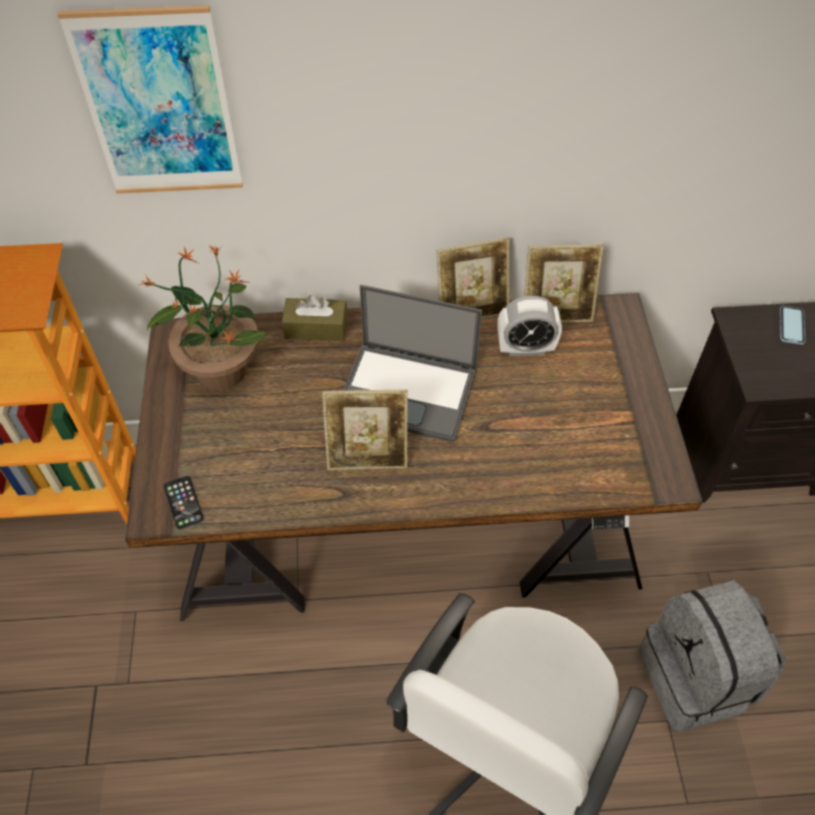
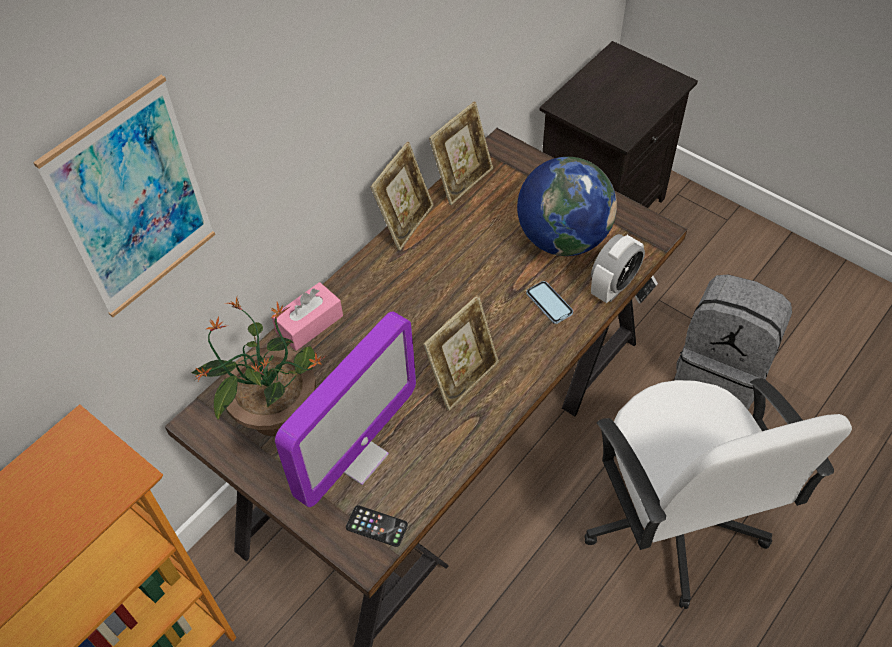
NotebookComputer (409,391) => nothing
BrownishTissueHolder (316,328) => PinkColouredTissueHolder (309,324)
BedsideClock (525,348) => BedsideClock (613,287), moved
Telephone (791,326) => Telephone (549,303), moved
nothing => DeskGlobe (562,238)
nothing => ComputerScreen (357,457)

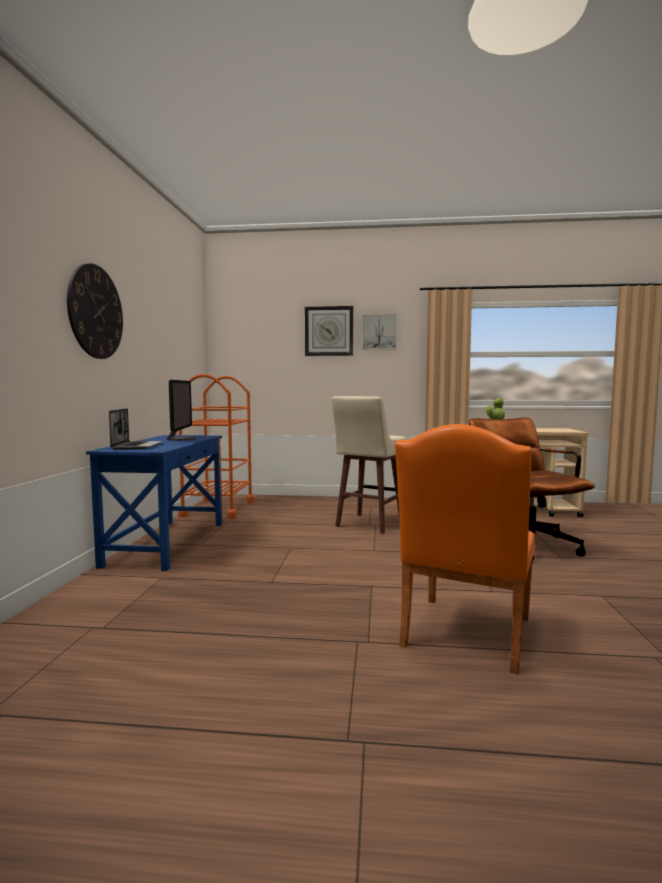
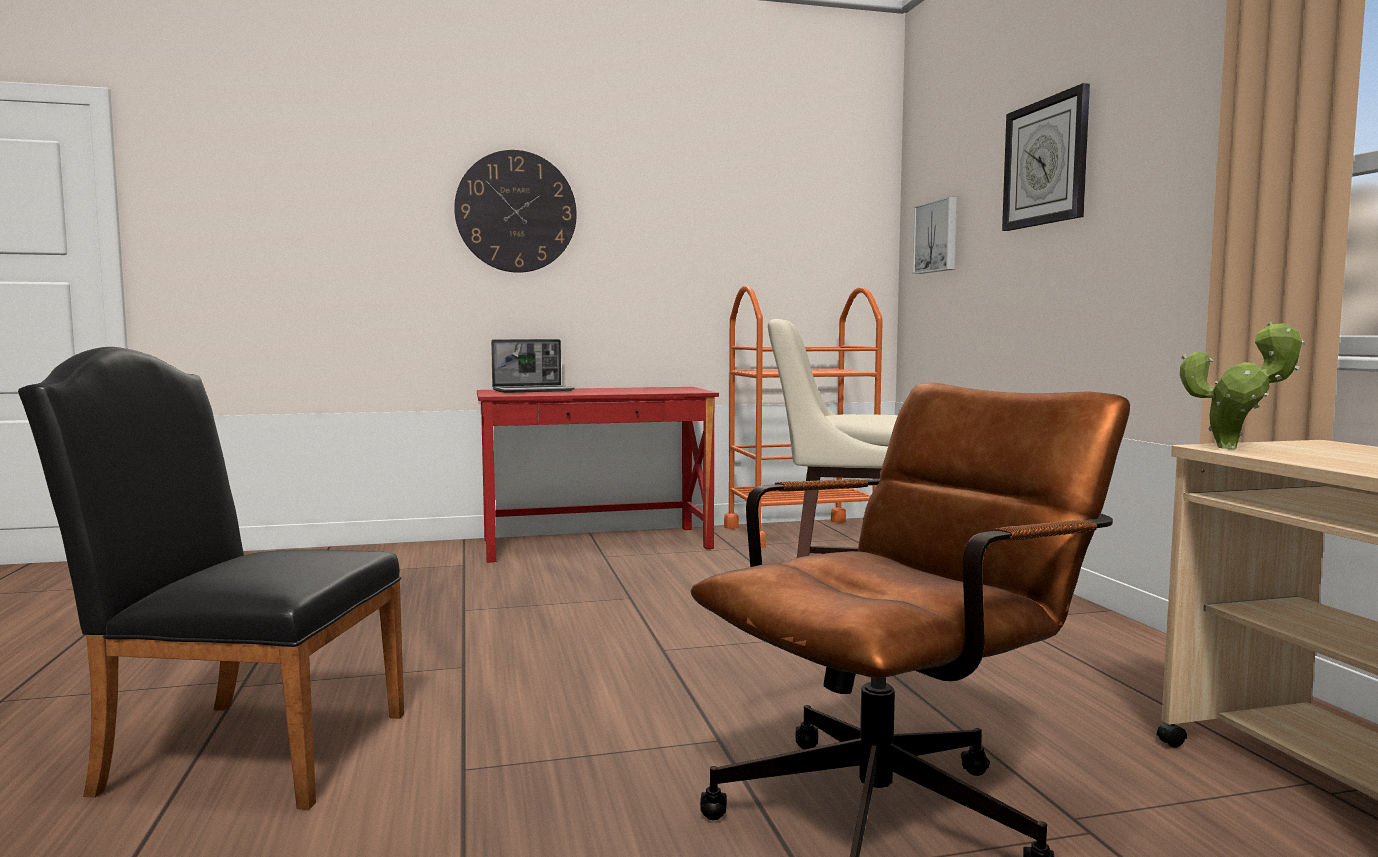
WallArt (379,332) => WallArt (937,237), moved
ComputerScreen (181,439) => nothing
OrangeyUprightChair (464,636) => BlackColouredUprightChair (240,749)
BluishDeskTable (167,543) => RedColouredDeskTable (596,544)

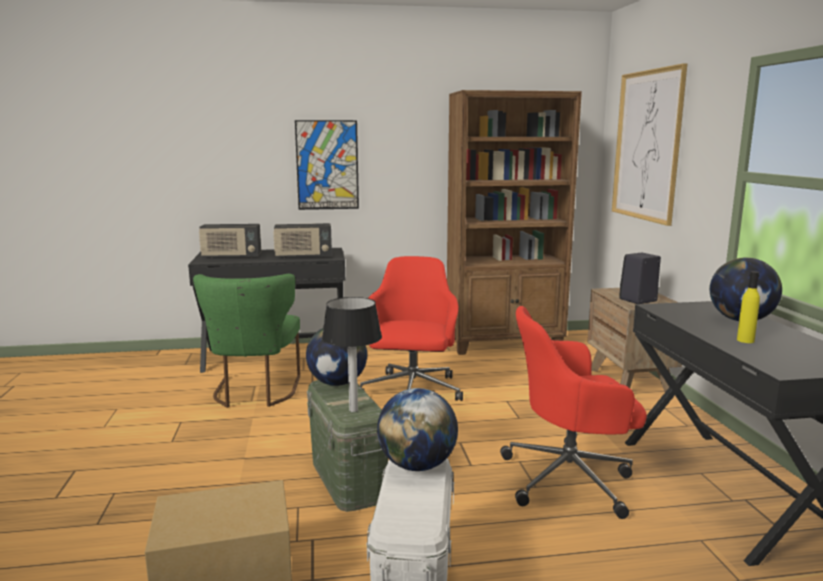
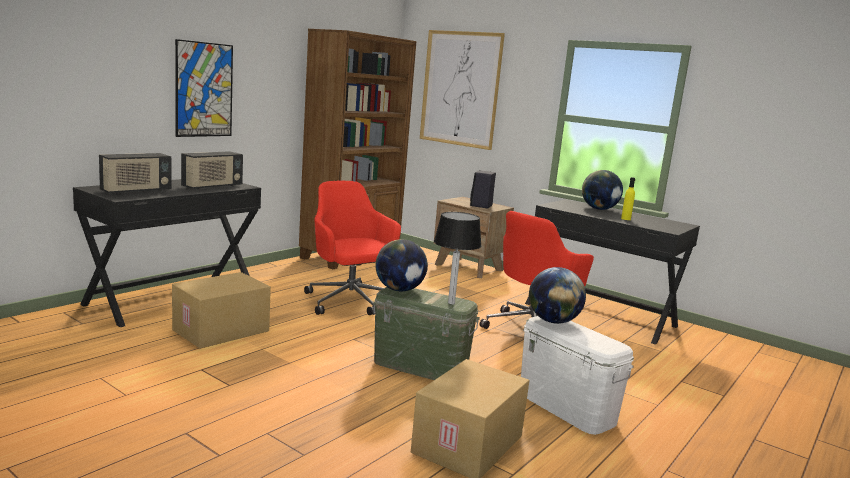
GreenishUprightChair (255,393) => PackingBox (221,331)

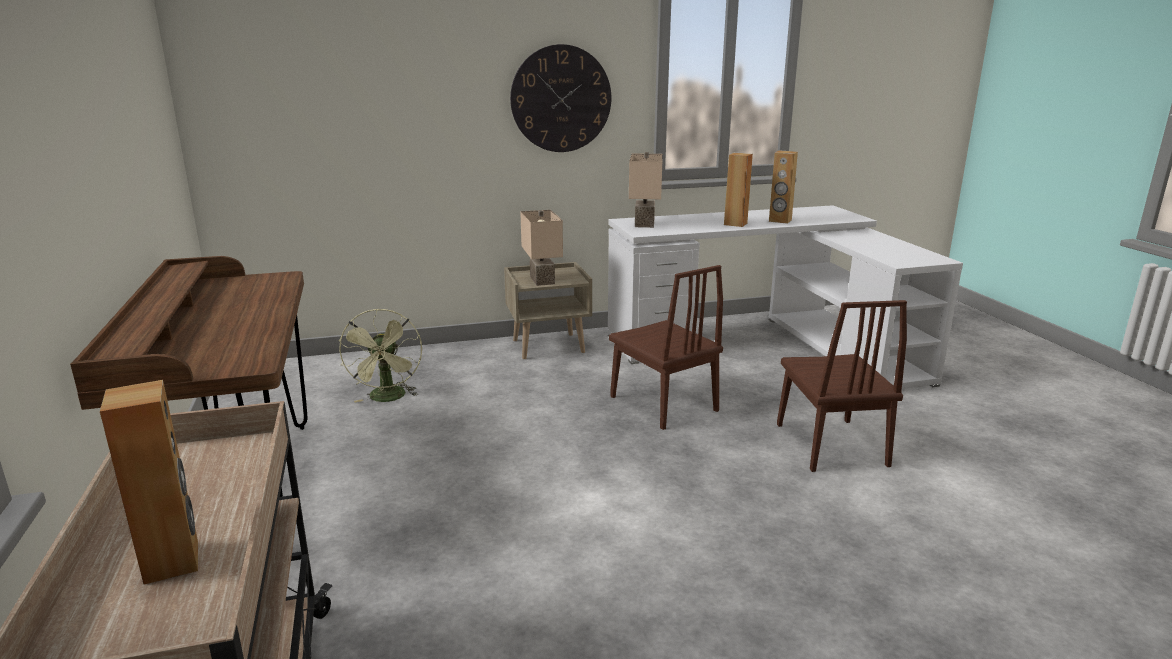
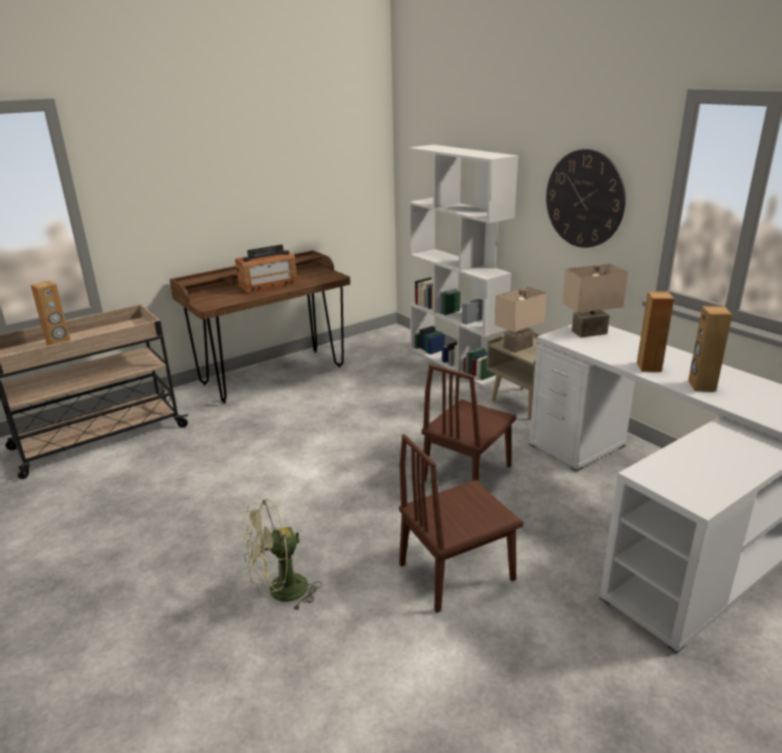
GreenishCoolingFan (388,398) => GreenishCoolingFan (280,592), moved
nothing => WhiteColouredShelvingUnit (456,363)
nothing => RadioReceiver (268,285)

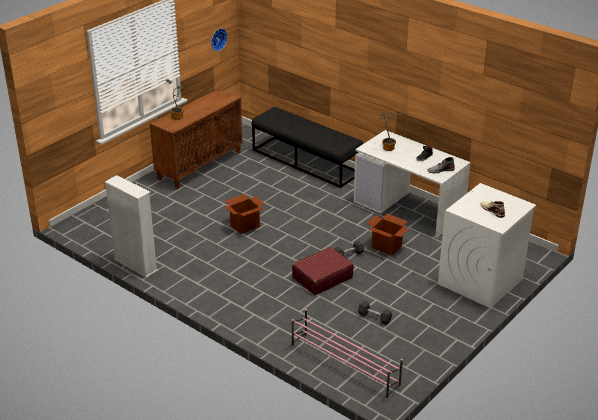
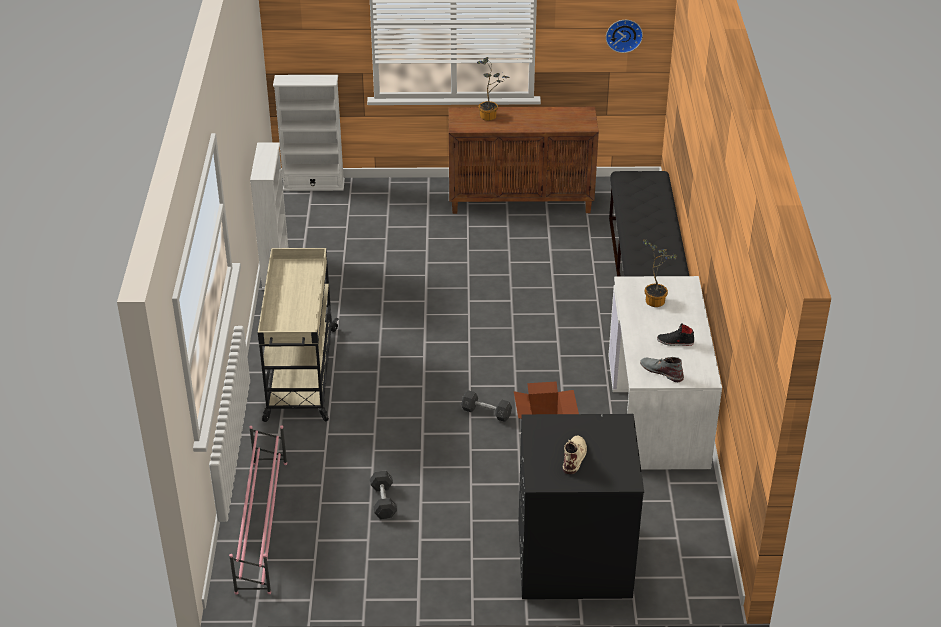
WhiteColouredLaundryMachine (480,281) => BlackColouredLaundryMachine (573,559)
PackingBox (245,226) => nothing
RedColouredSuitcase (322,277) => nothing
nothing => WhiteColouredShelvingUnit (313,185)
nothing => BeigeCart (301,375)

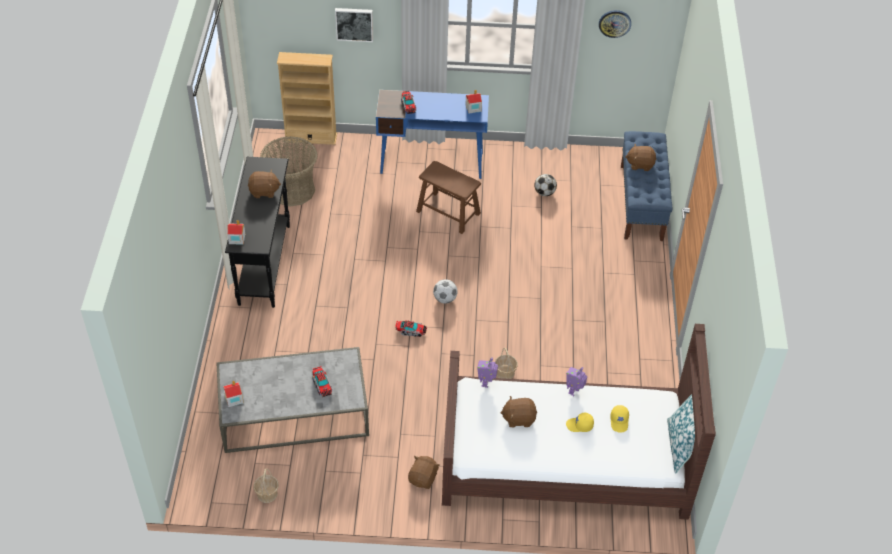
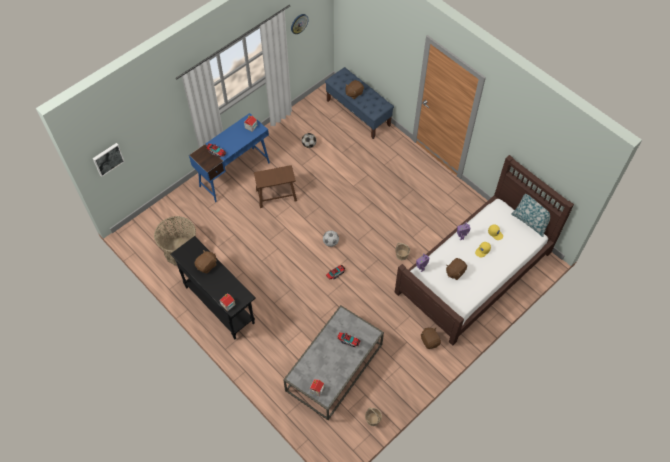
WallArt (354,24) => WallArt (108,159), moved
BeigeShelvingUnit (311,137) => nothing

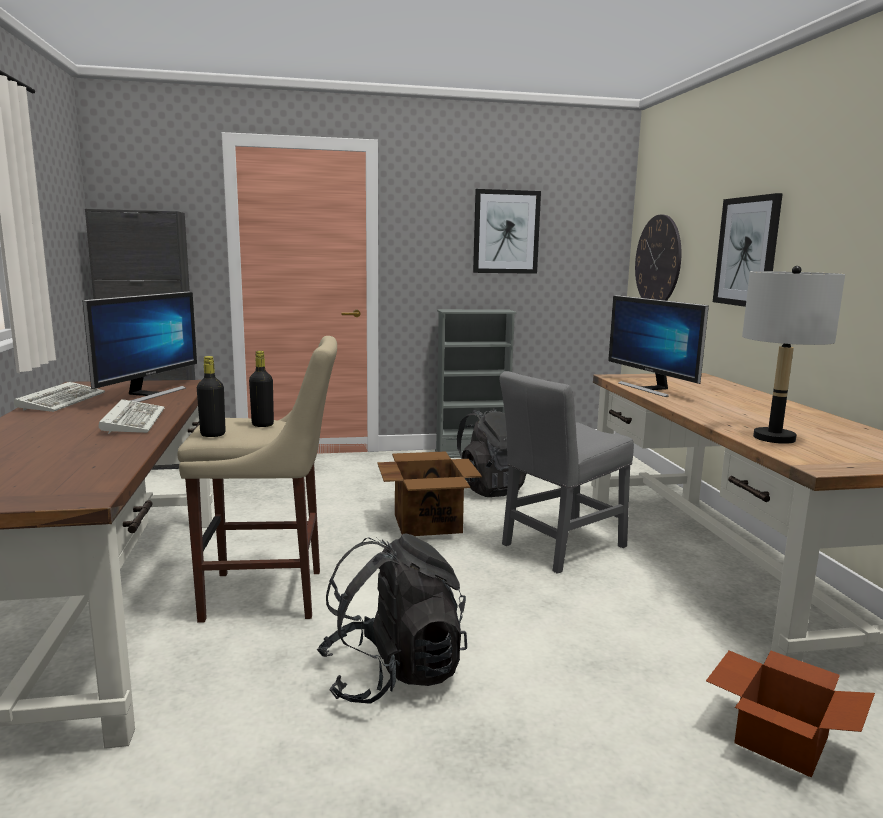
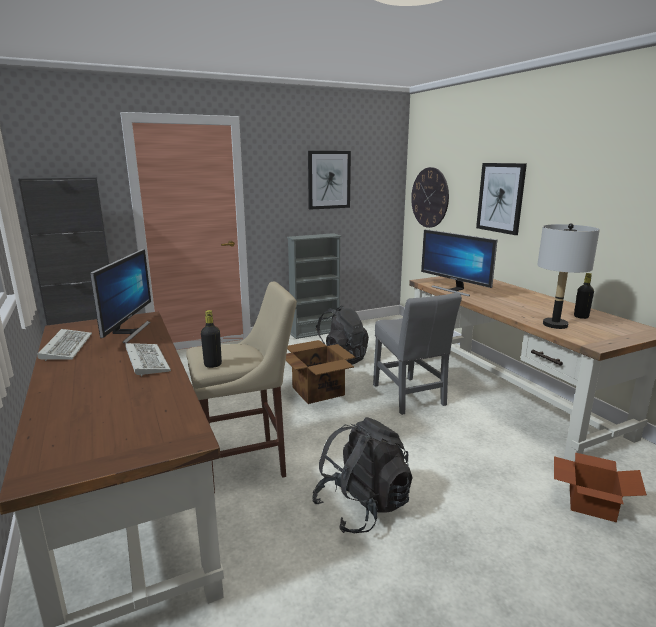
BlackColouredBeverageBottle (262,425) => BlackColouredBeverageBottle (581,317), moved
GreyishUprightChair (560,547) => GreyishUprightChair (409,397), 60 degrees counterclockwise

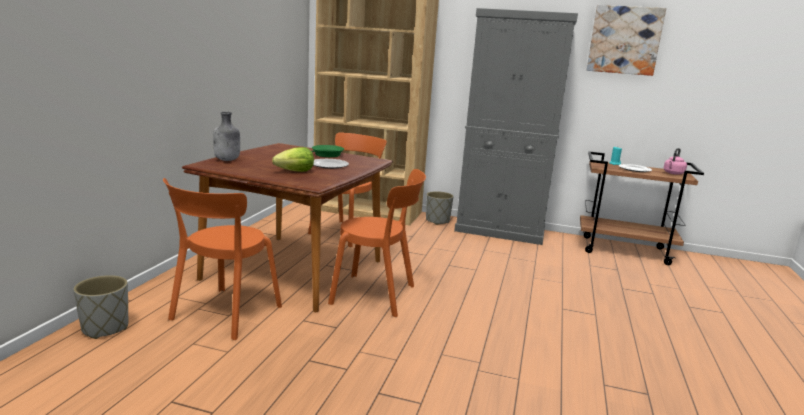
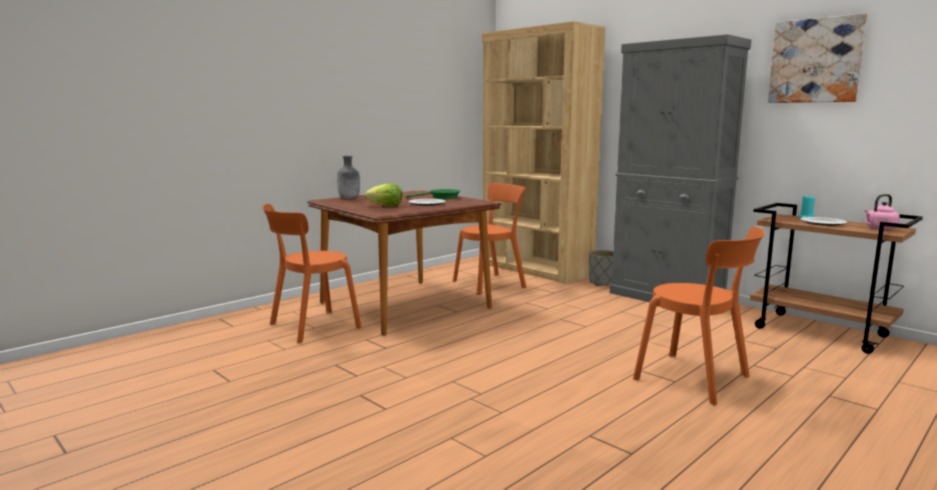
OrangeyUprightChair (377,295) => OrangeyUprightChair (697,379), moved
GreyishFlowerPot (105,328) => nothing

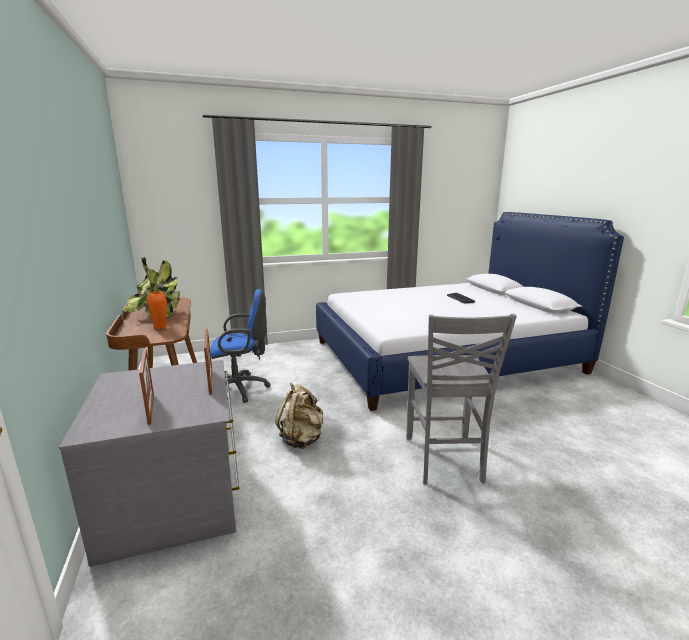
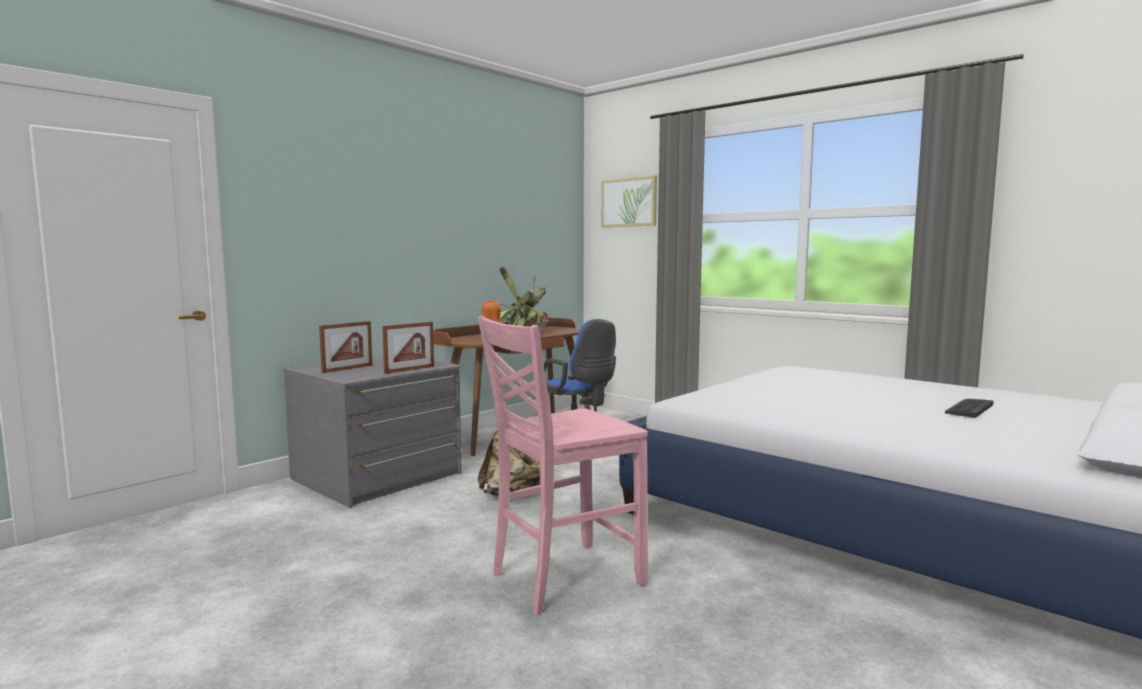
GreyishUprightChair (444,460) => PinkColouredUprightChair (563,578)
nothing => WallArt (629,202)

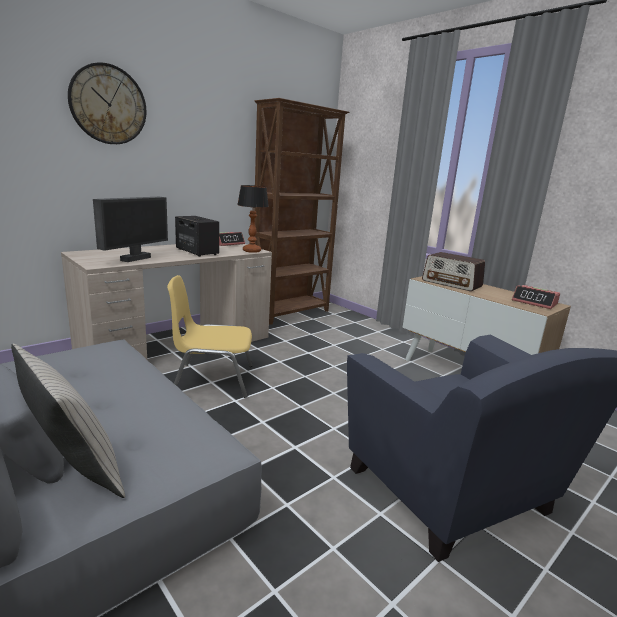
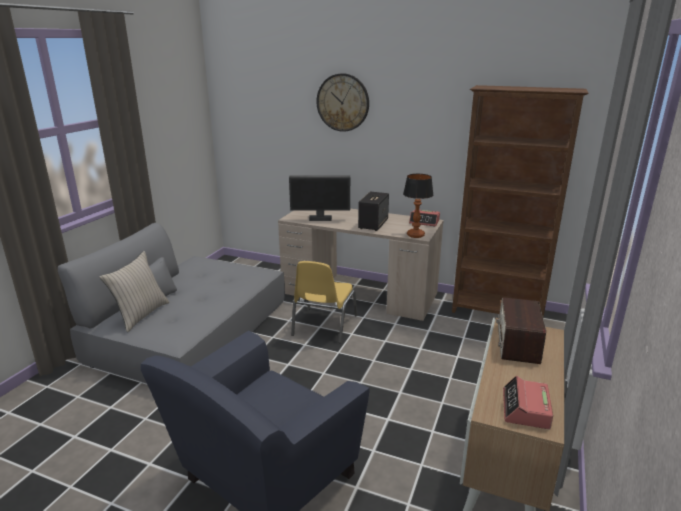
YellowishUprightChair (212,379) => YellowishUprightChair (323,326), 135 degrees counterclockwise

